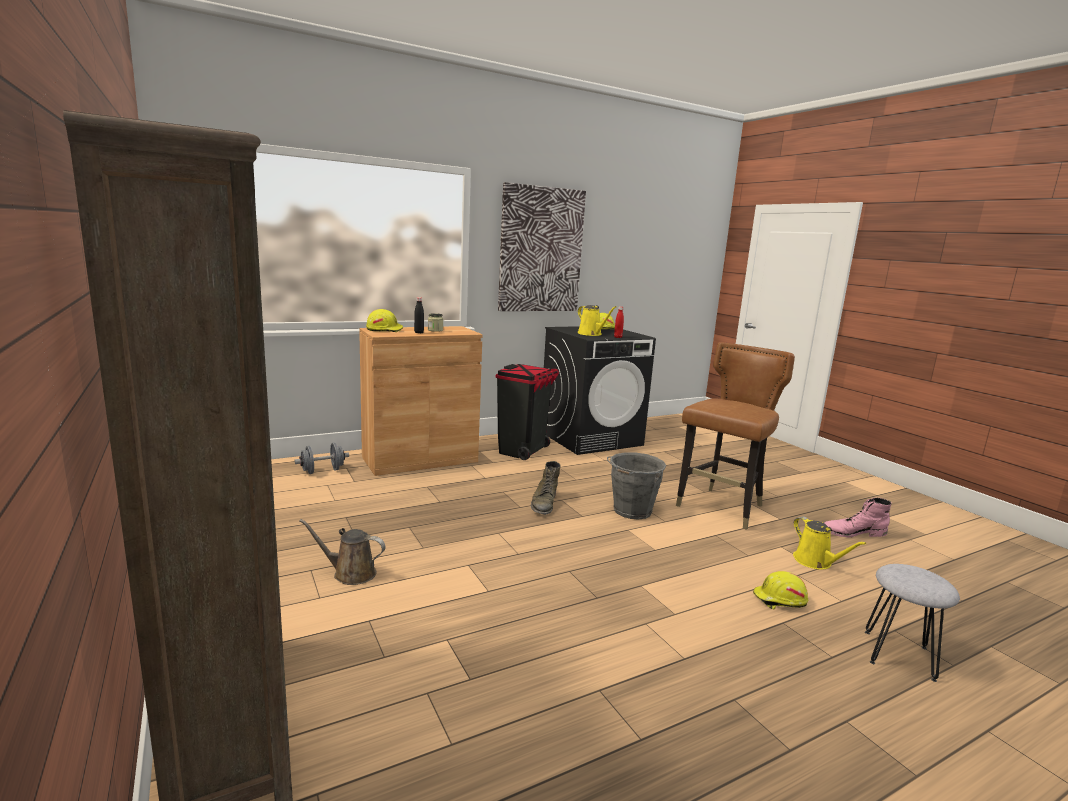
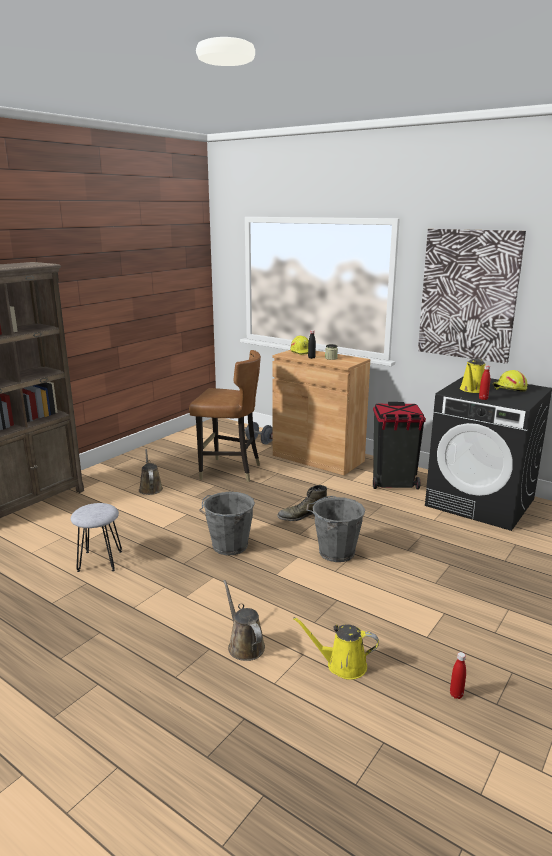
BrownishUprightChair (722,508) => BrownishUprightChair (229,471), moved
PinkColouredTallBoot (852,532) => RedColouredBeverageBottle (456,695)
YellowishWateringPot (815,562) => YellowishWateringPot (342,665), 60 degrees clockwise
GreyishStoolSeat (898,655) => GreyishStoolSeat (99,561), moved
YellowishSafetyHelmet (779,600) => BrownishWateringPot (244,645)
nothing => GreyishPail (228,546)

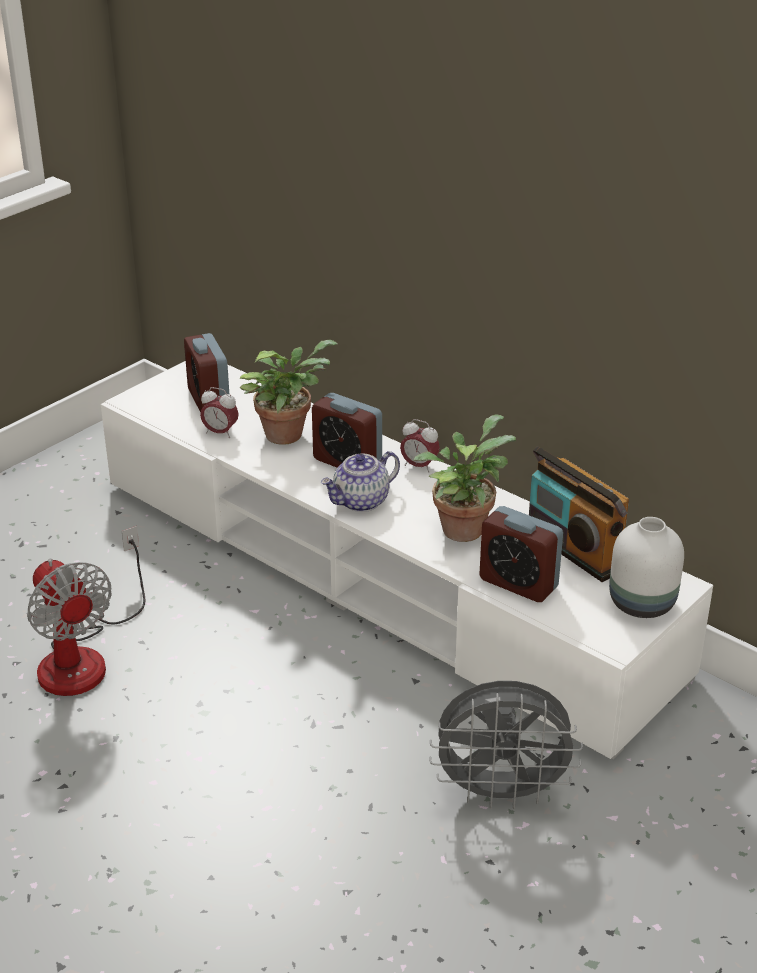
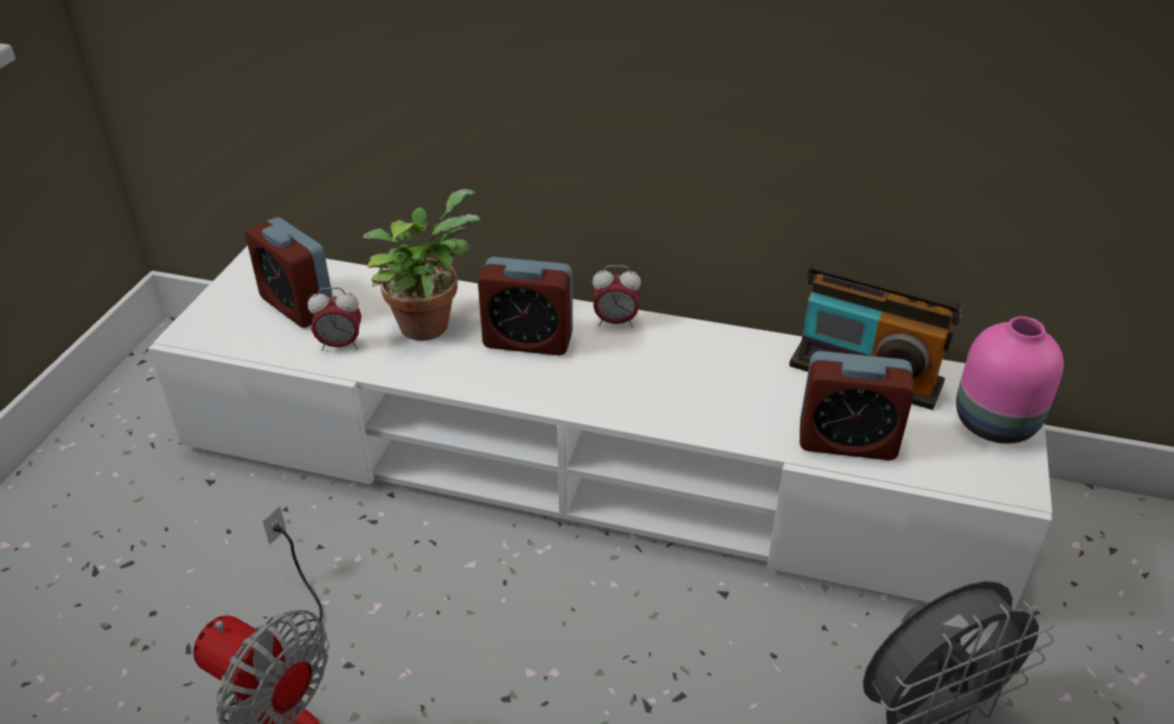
Houseplant (463,526) => nothing
Teapot (361,502) => nothing
WhiteColouredFlowerVase (641,604) => PinkColouredFlowerVase (995,424)

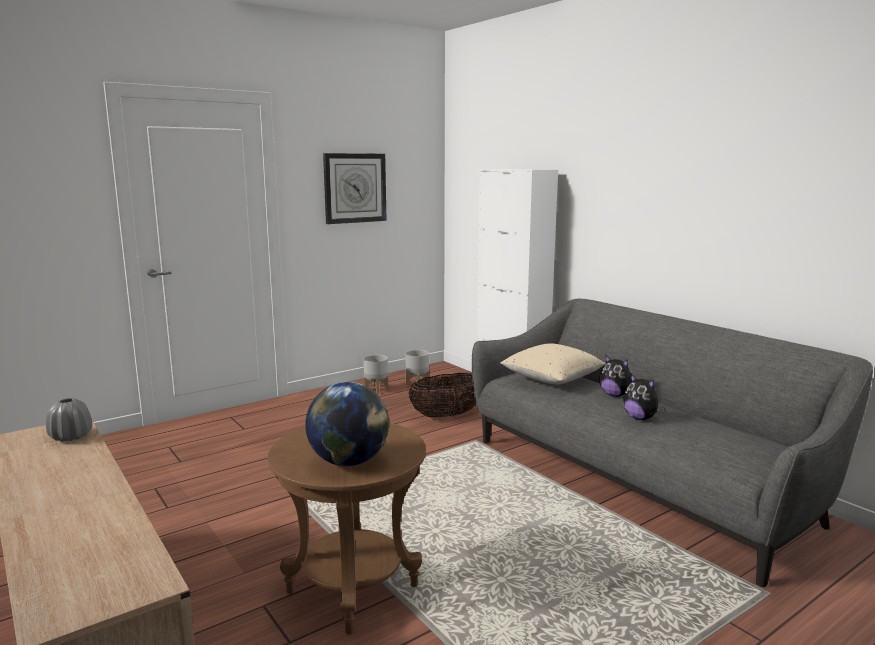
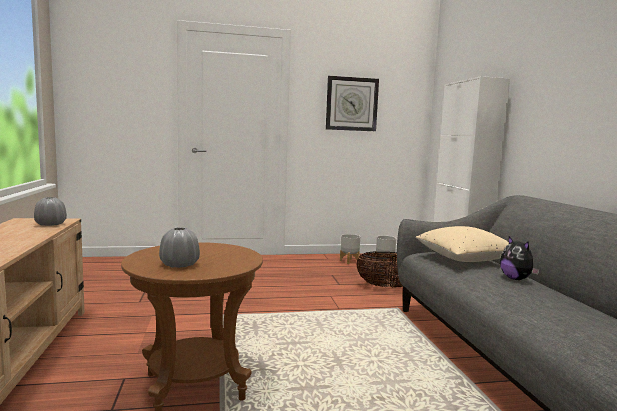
CuddlyToy (640,418) => nothing
DeskGlobe (349,462) => GreyishFlowerVase (180,265)

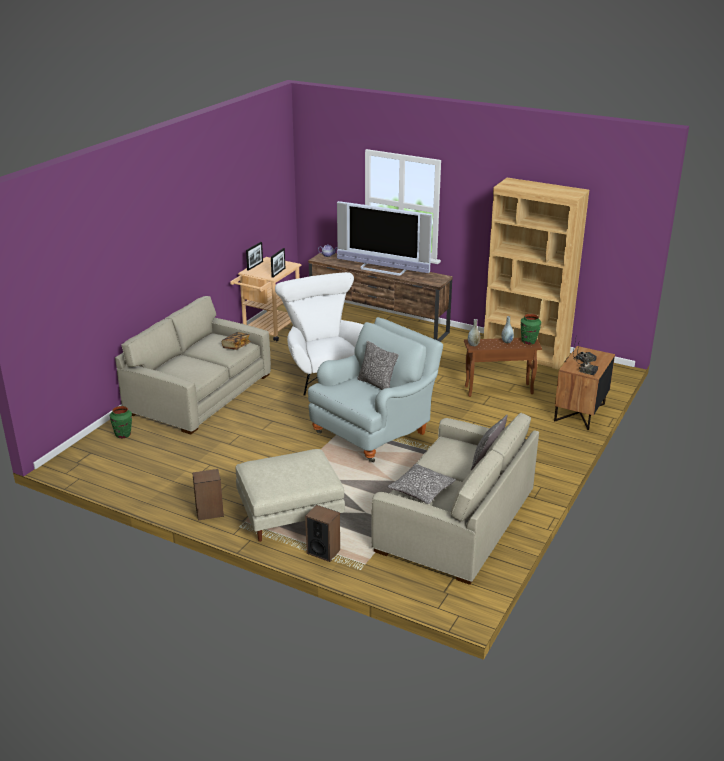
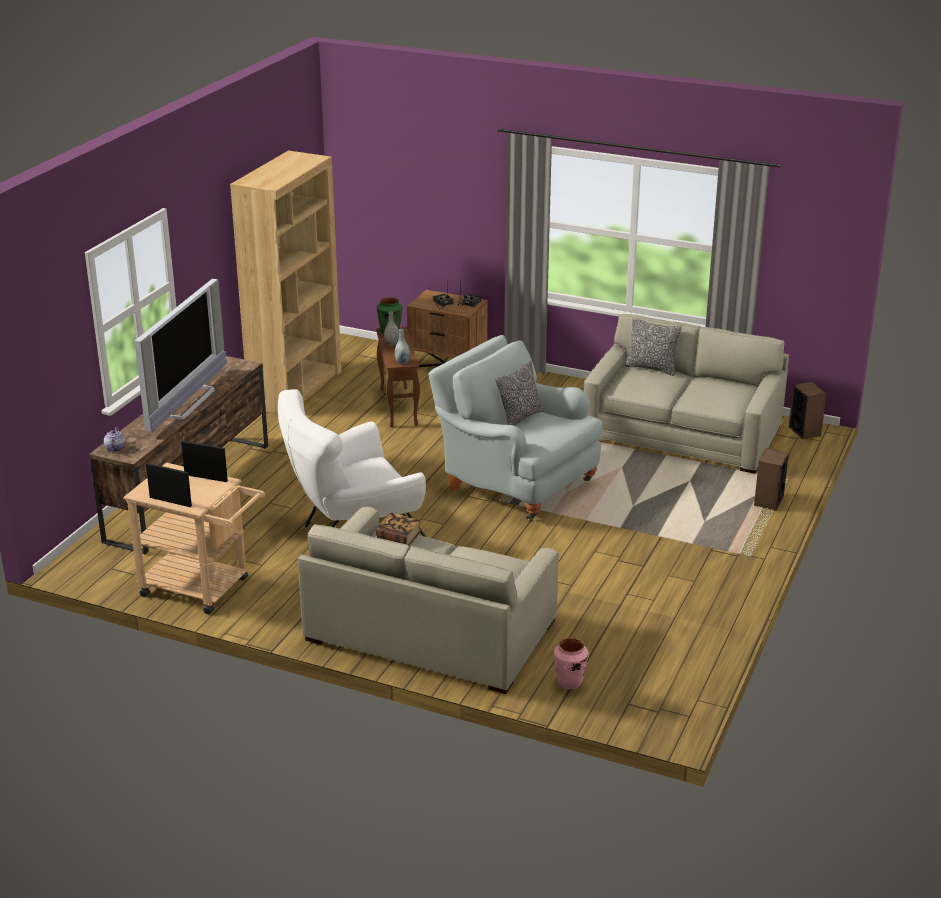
GreenishFlowerVase (123,434) => PinkColouredFlowerVase (569,682)
BeigeOttoman (289,515) => nothing
ThrowPillow (421,490) => nothing
AudioSpeaker (210,512) => AudioSpeaker (804,431), moved

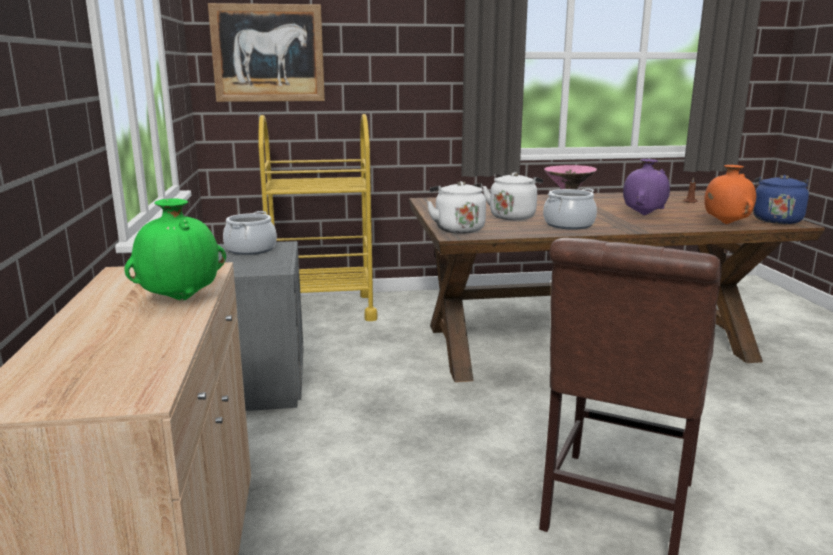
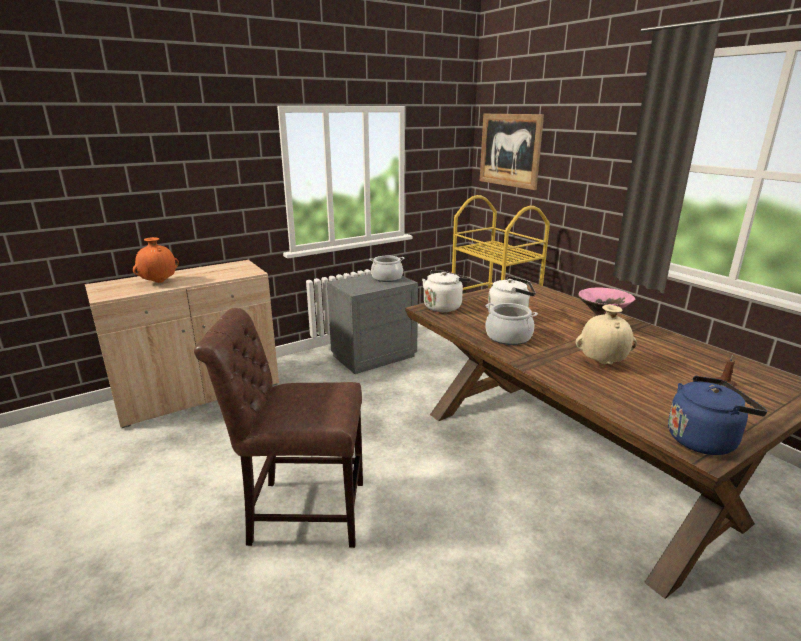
PurplishFlowerVase (643,215) => BeigeFlowerVase (603,363)
OrangeyFlowerVase (725,224) => OrangeyFlowerVase (159,282), moved
GreenishFlowerVase (182,299) => nothing

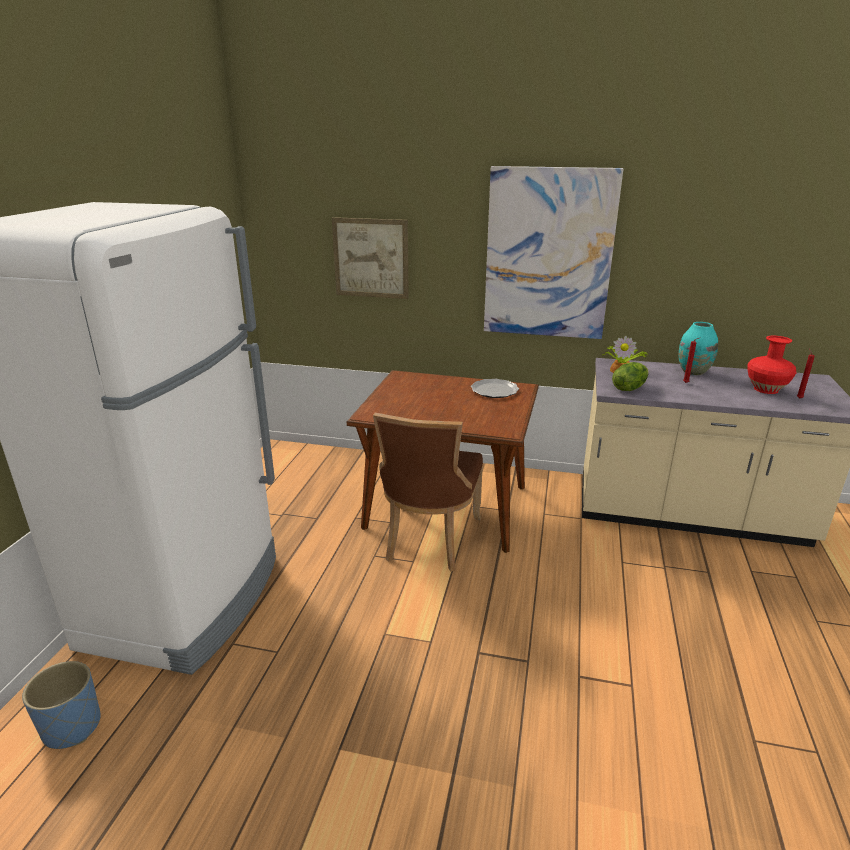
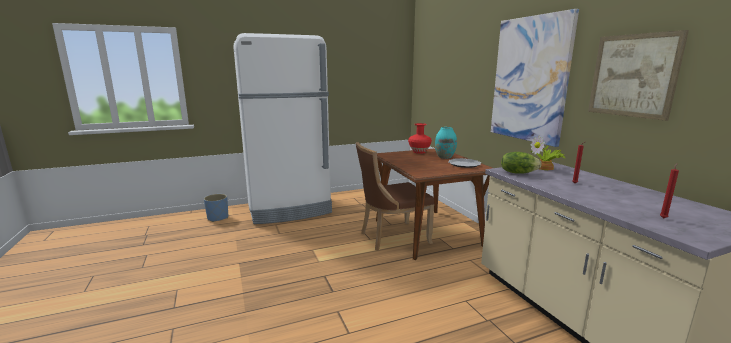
WallArt (371,258) => WallArt (633,75), moved
BlueGreenFlowerVase (693,372) => BlueGreenFlowerVase (444,157), moved
RedColouredFlowerVase (766,389) => RedColouredFlowerVase (419,152), moved

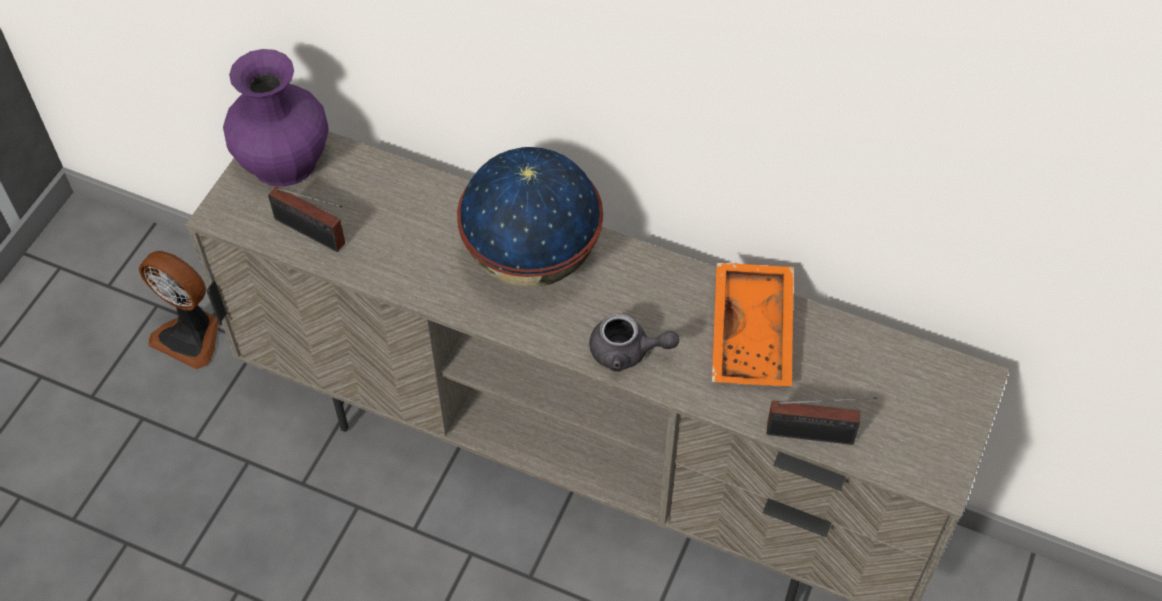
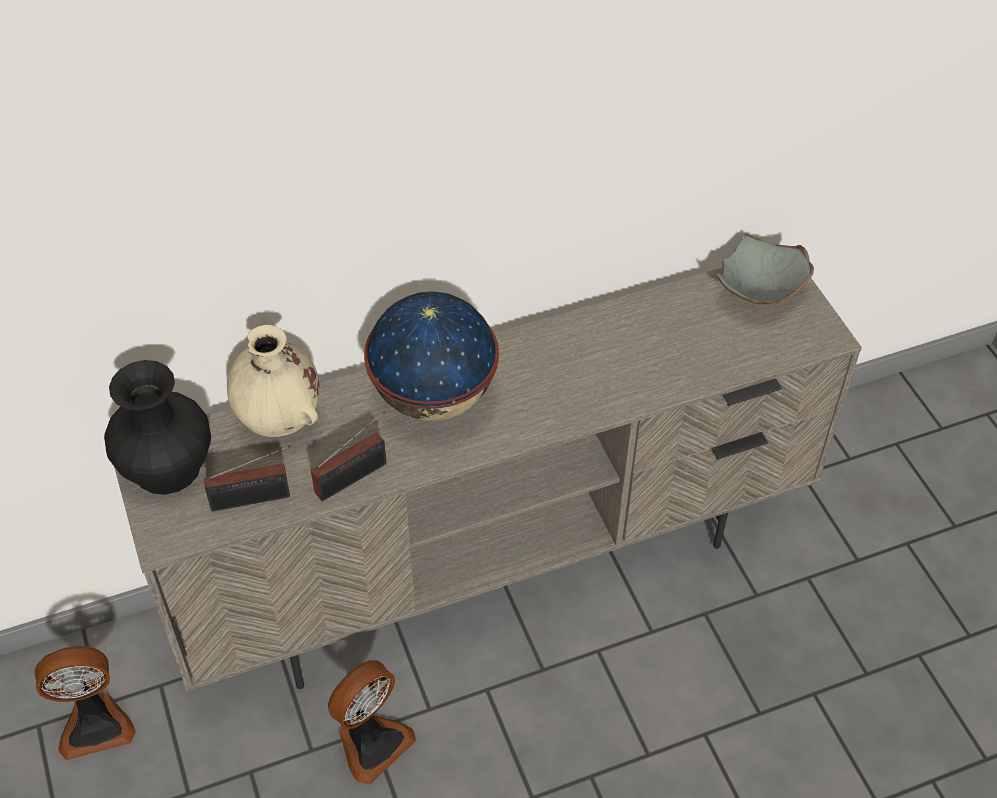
PurplishFlowerVase (285,160) => BlackColouredFlowerVase (168,466)
OrangeyTray (754,334) => nothing
GreyishTeapot (627,352) => nothing
RadioReceiver (815,435) => RadioReceiver (355,477), moved
nothing => GreyishBowl (760,293)
nothing => BeigeFlowerVase (280,421)
nothing => CoolingFan (371,742)

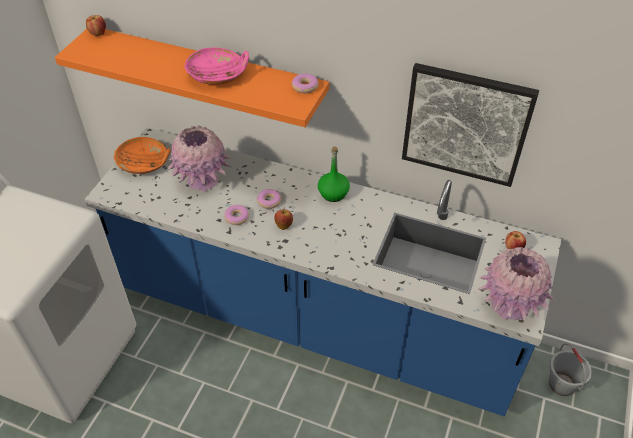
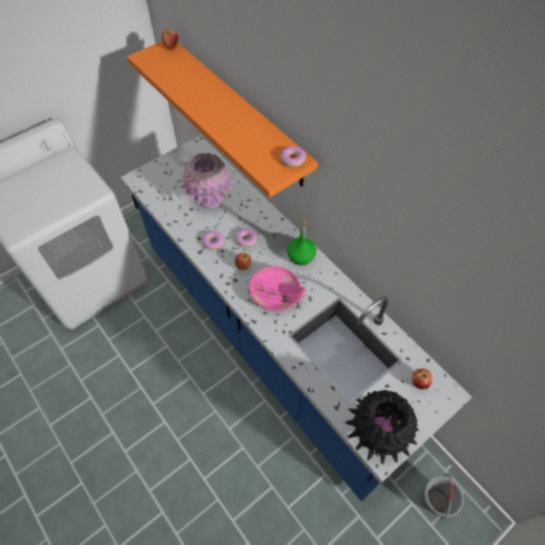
PinkColouredBowl (218,75) => PinkColouredBowl (276,294), moved
WallArt (466,124) => nothing
OrangeyBowl (144,163) => nothing
PinkColouredFlowerVase (509,305) => BlackColouredFlowerVase (376,433)

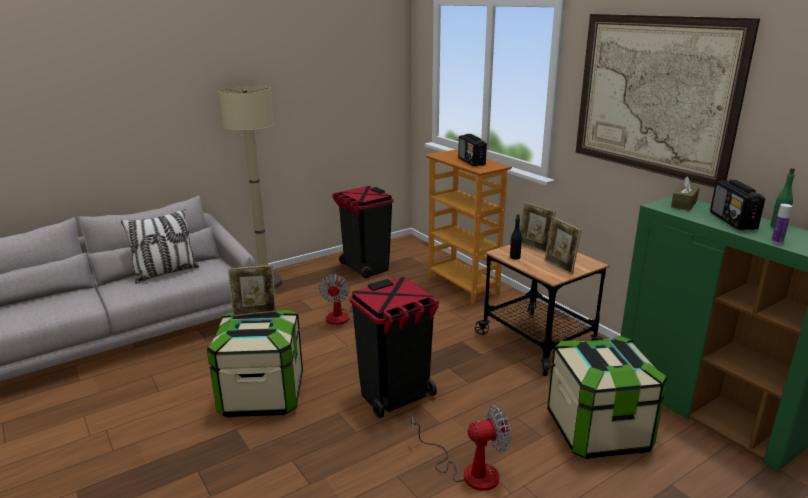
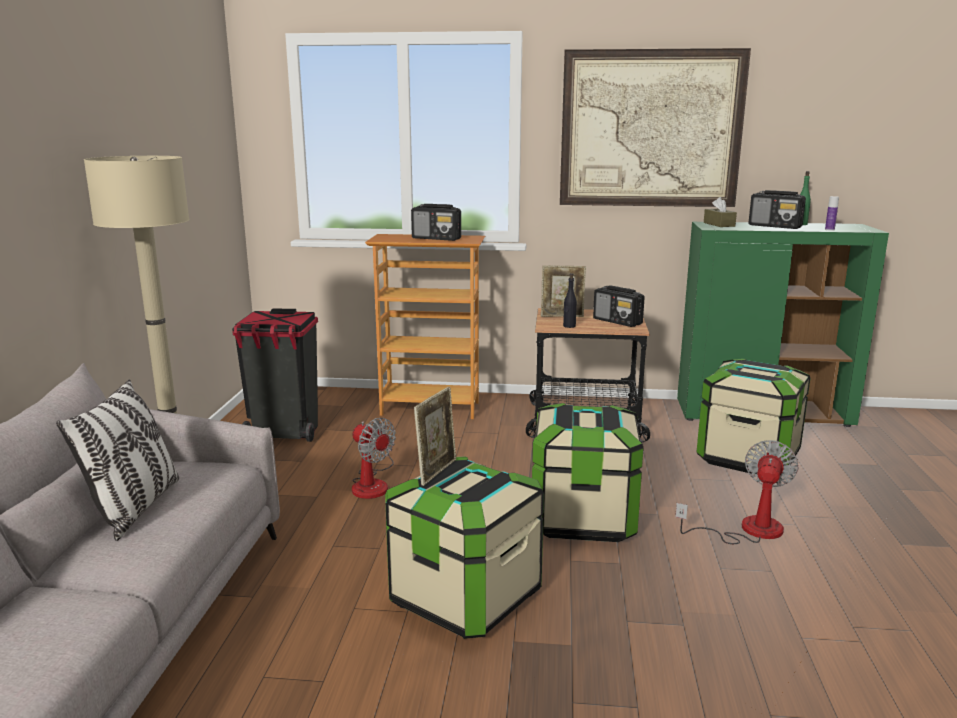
PictureFrame (559,267) => RadioReceiver (617,321)
BlackColouredTrashCan (395,396) => StorageBin (582,518)

